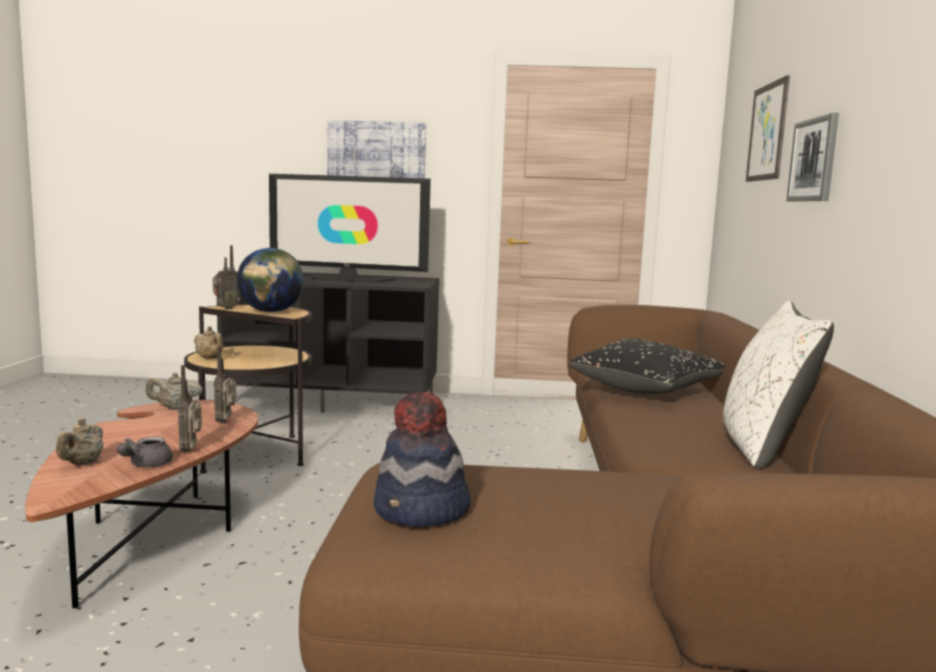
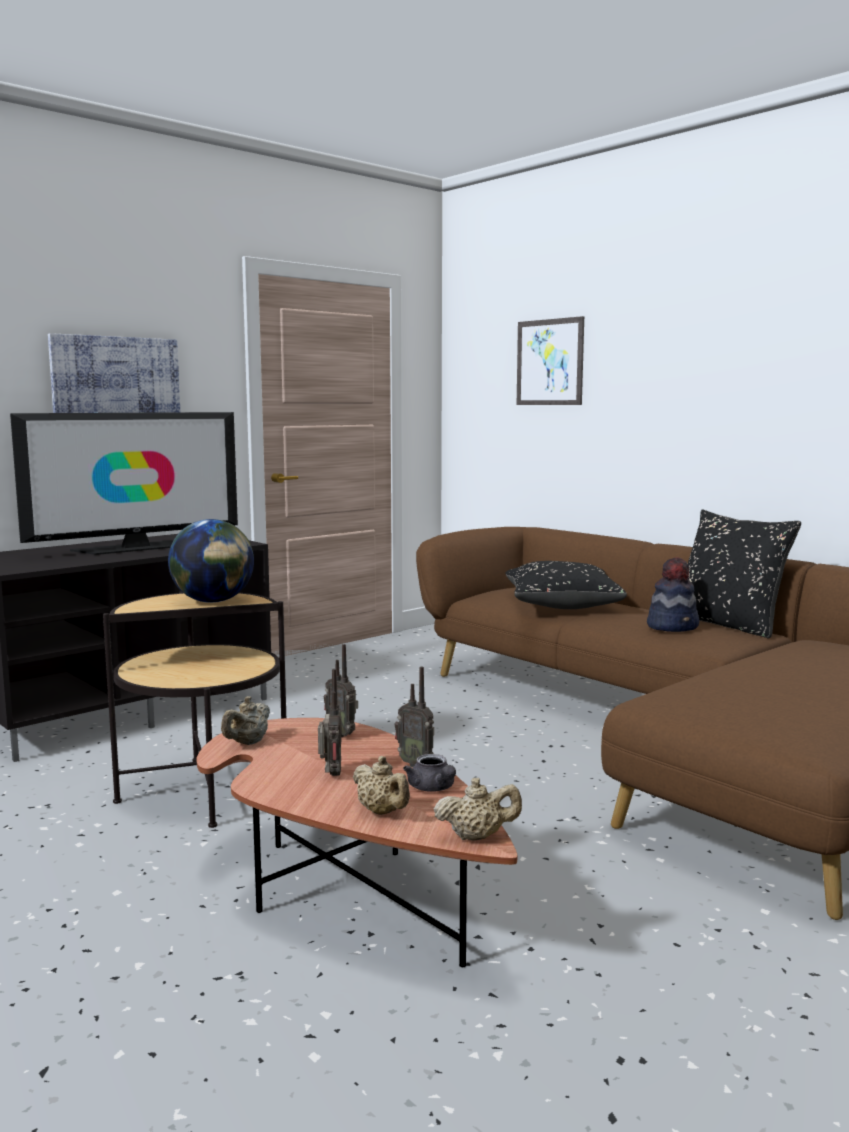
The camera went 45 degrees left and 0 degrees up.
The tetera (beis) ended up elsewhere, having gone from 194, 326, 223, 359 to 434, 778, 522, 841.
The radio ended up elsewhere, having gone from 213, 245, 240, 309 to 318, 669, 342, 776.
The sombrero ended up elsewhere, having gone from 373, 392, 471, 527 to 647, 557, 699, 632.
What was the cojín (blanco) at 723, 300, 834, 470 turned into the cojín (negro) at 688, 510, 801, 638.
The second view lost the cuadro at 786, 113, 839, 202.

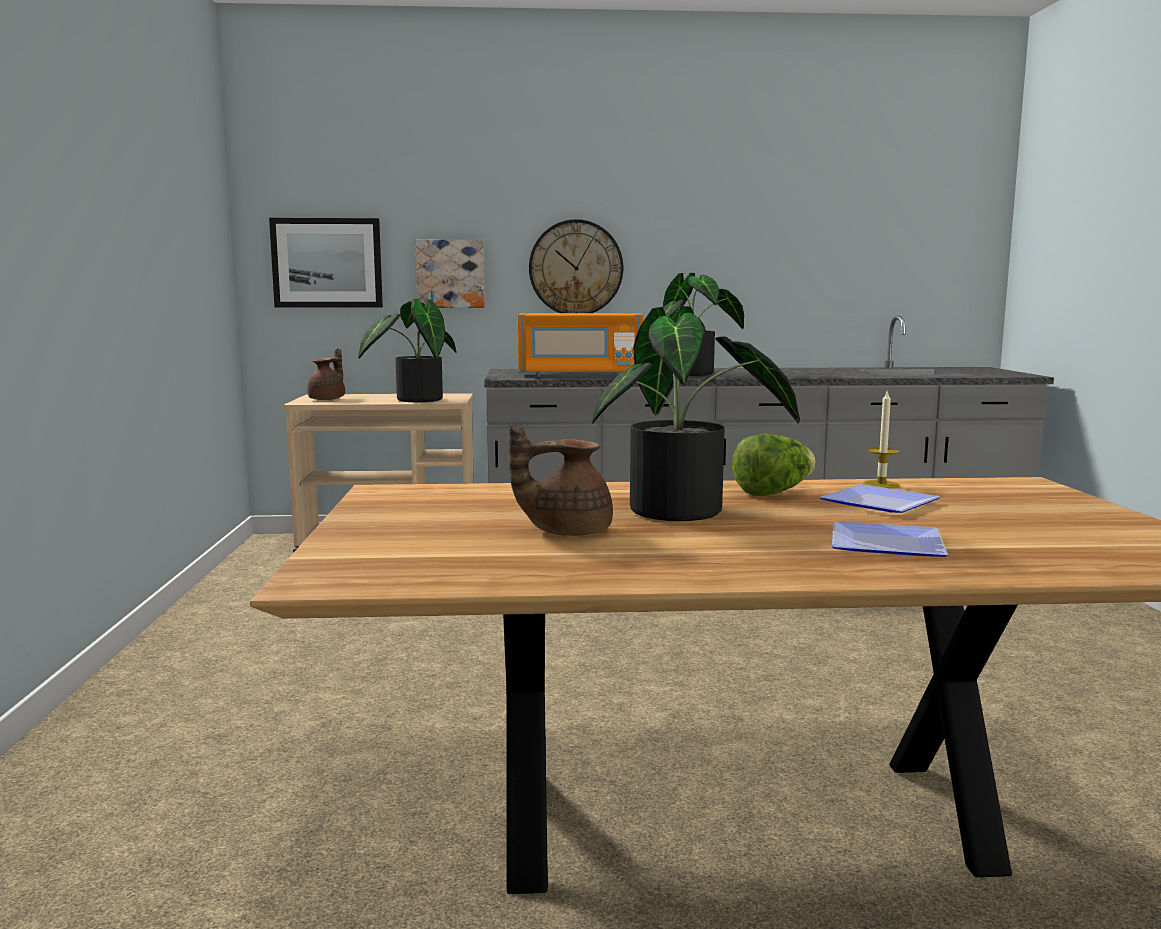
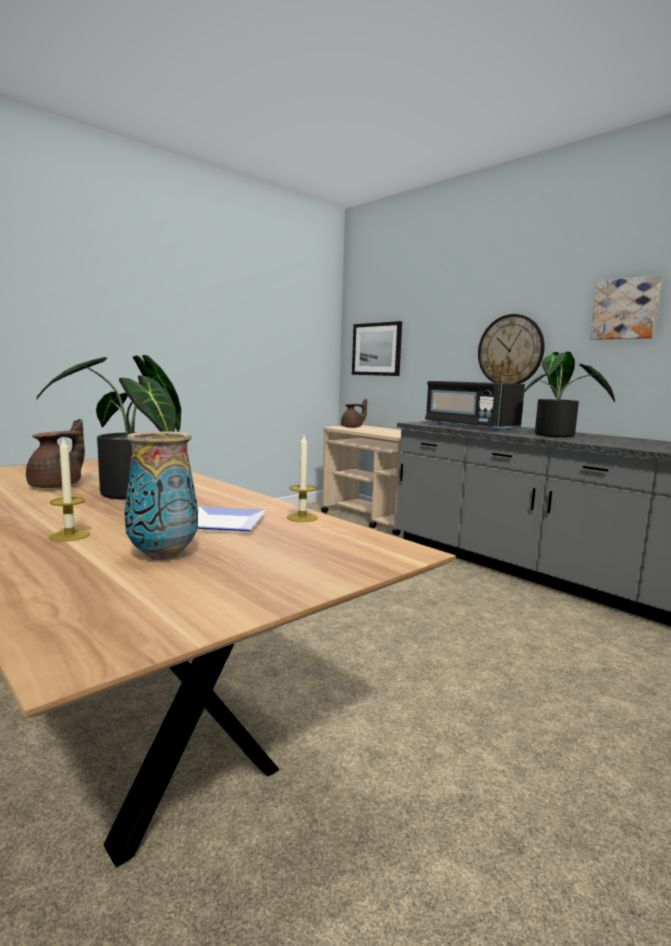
The camera went 50 degrees right and 0 degrees up.
The second view lost the planta en maceta at 358, 299, 457, 402.
The cuadro ended up elsewhere, having gone from 415, 240, 485, 308 to 590, 275, 662, 340.
The tetera (marrón) at 509, 424, 613, 536 ended up facing another way, 75 degrees clockwise from before.
What was the microondas (naranja) at 518, 313, 643, 377 turned into the microondas (negro) at 425, 381, 525, 431.
The second view lost the lechuga at 732, 434, 816, 496.
Where the plato stood at 832, 521, 948, 557, the vela came to stand at 49, 437, 90, 542.
The second view gained the florero at 124, 431, 198, 560.

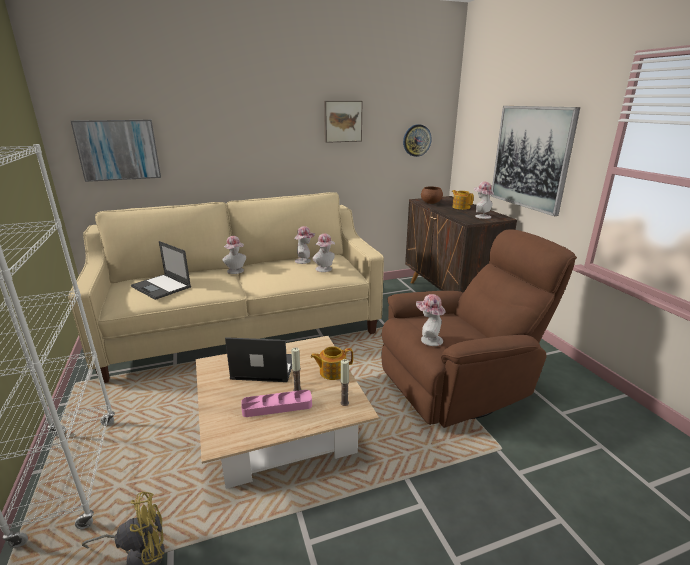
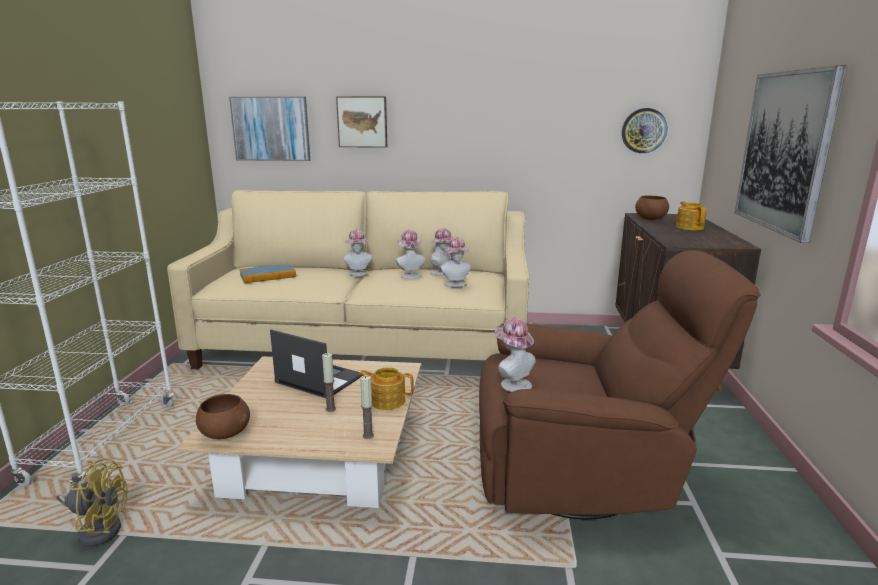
The camera went 25 degrees right and 5 degrees down.
Where the portátil stood at 131, 241, 191, 300, the libro came to stand at 240, 264, 296, 283.
The second view lost the bandeja (rosa) at 241, 390, 312, 417.
The cuadro ended up elsewhere, having gone from 324, 101, 362, 143 to 336, 96, 387, 148.
The sombrero ended up elsewhere, having gone from 474, 181, 494, 219 to 396, 229, 425, 279.
The second view gained the cuenco (marrón) at 196, 394, 250, 439.

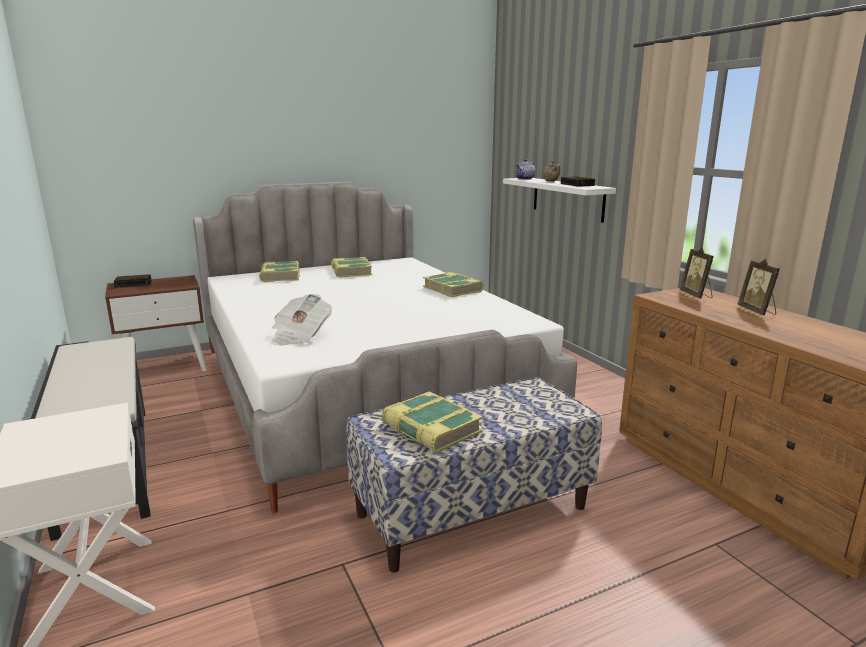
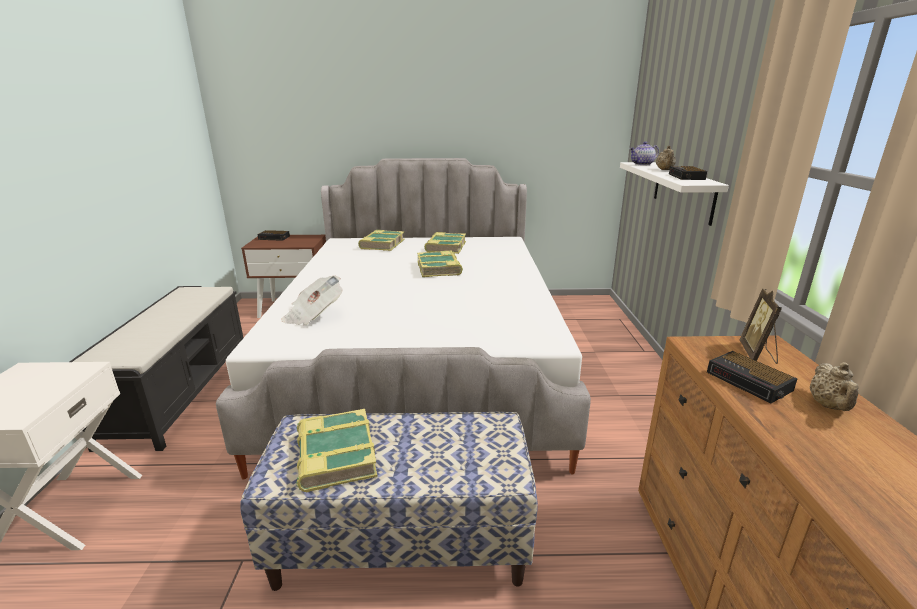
The camera went 25 degrees right and 5 degrees up.
The libro ended up elsewhere, having gone from 423, 272, 484, 297 to 417, 250, 463, 277.
Where the portarretratos stood at 737, 259, 780, 315, the tetera (beis) came to stand at 810, 362, 859, 411.
The second view gained the despertador at 707, 351, 797, 403.

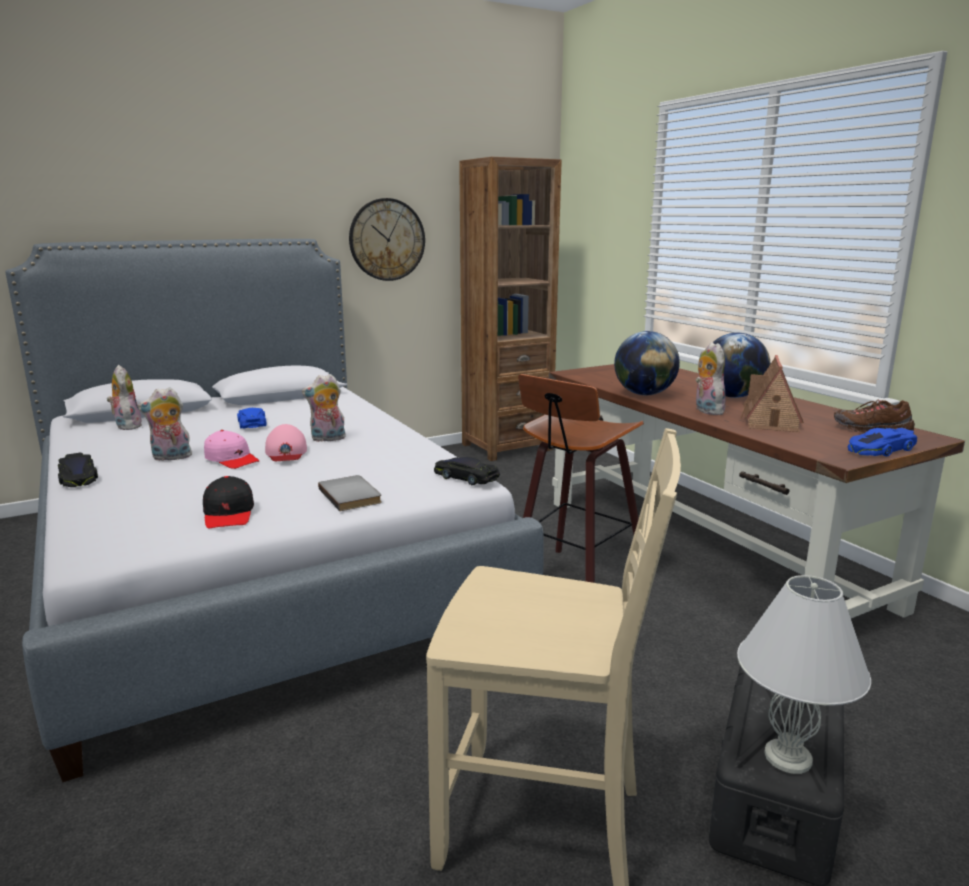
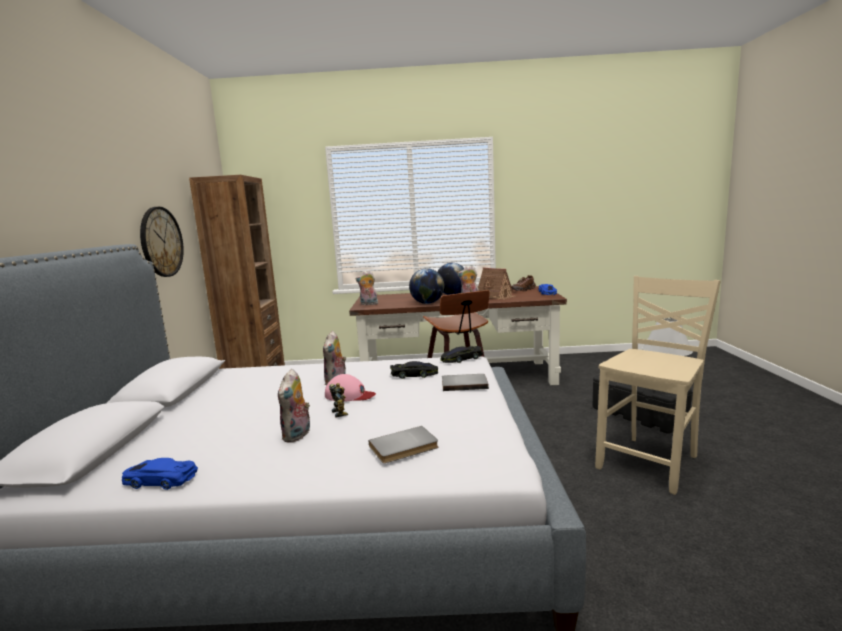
The camera went 60 degrees left and 5 degrees down.
The coche de juguete (negro) ended up elsewhere, having gone from 58, 453, 98, 487 to 390, 361, 438, 379.
The peluche ended up elsewhere, having gone from 107, 365, 143, 430 to 356, 270, 378, 305.
The second view lost the gorra (negro) at 203, 476, 254, 529.
Where the gorra (rosa) stood at 204, 430, 259, 469, the robot de juguete came to stand at 329, 383, 348, 418.
The coche de juguete (azul) ended up elsewhere, having gone from 237, 408, 267, 429 to 122, 458, 198, 490.
The second view gained the libro (gris) at 369, 426, 438, 463.

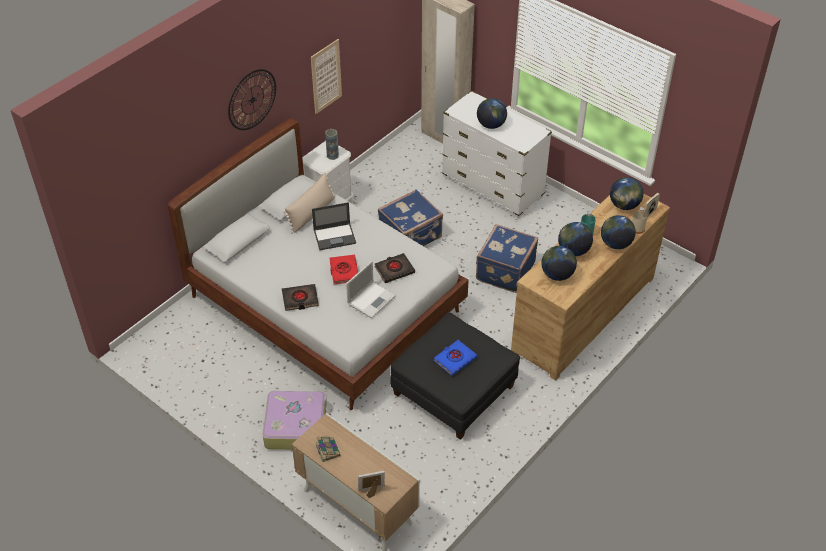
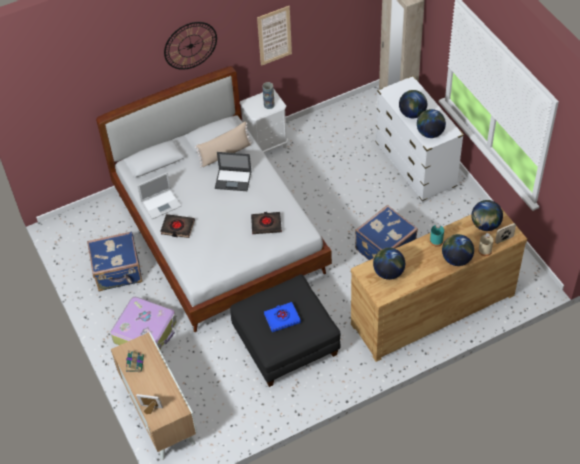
The camera went 25 degrees right and 5 degrees up.
The second view lost the libro (rojo) at 329, 255, 358, 284.
The portátil ended up elsewhere, having gone from 346, 261, 396, 319 to 137, 172, 182, 219.
The maleta (azul) ended up elsewhere, having gone from 378, 189, 443, 246 to 87, 231, 143, 291.
The globo terráqueo ended up elsewhere, having gone from 558, 222, 593, 256 to 417, 109, 446, 138.

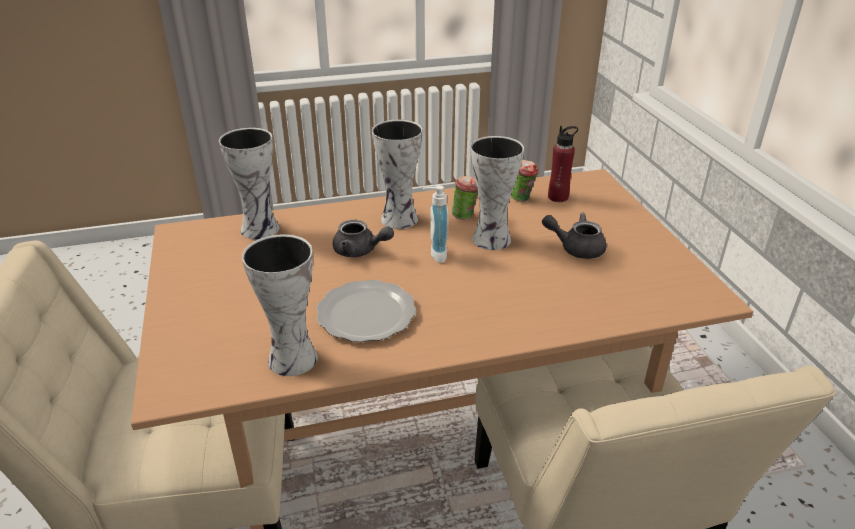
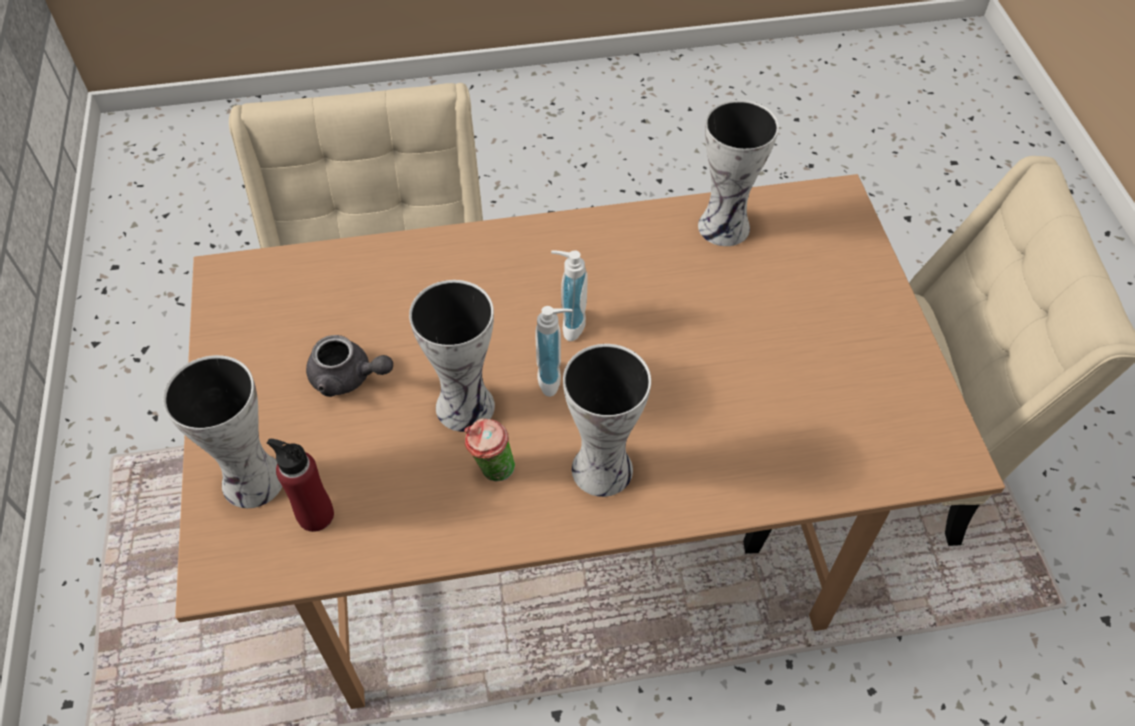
The camera went 175 degrees left and 20 degrees up.
The florero ended up elsewhere, having gone from 219, 128, 279, 239 to 163, 355, 282, 508.
The second view lost the plato at 316, 280, 416, 342.
The second view lost the tetera (gris) at 333, 220, 394, 257.
The second view lost the taza at 511, 160, 539, 201.
The second view gained the dispensador de jabón at 551, 250, 588, 341.

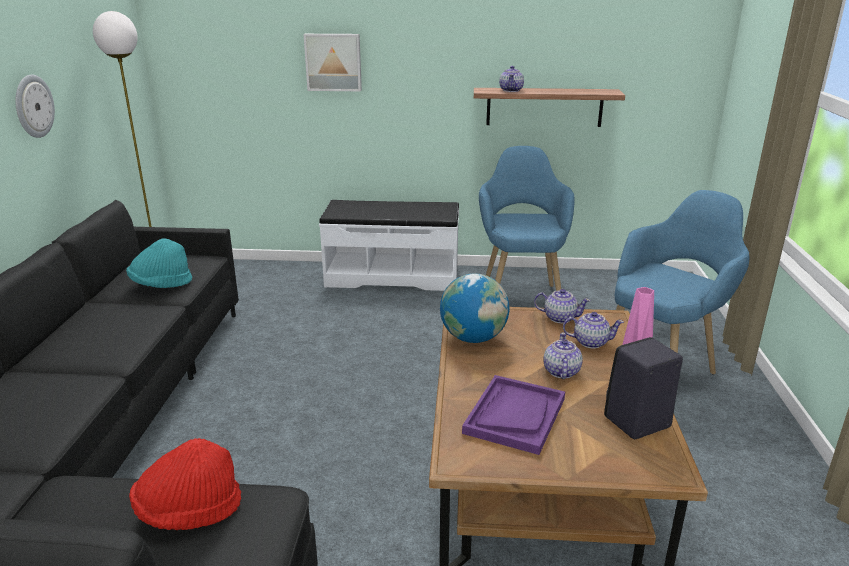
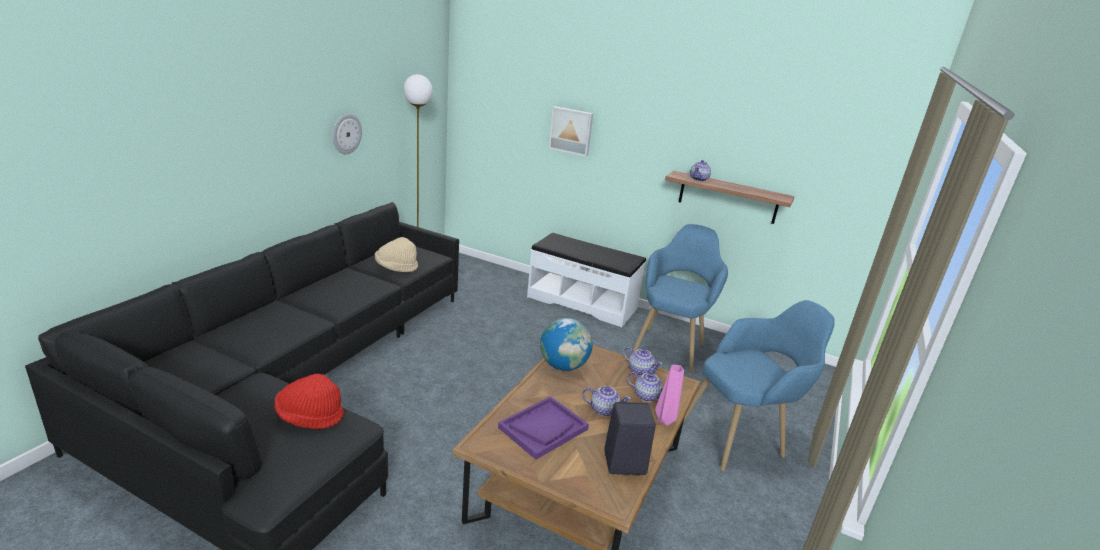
The camera went 20 degrees right and 0 degrees up.
What was the sombrero (turquesa) at 126, 238, 192, 288 turned into the sombrero (beis) at 375, 237, 418, 272.
The tetera at 543, 333, 583, 379 ended up facing another way, 75 degrees clockwise from before.

